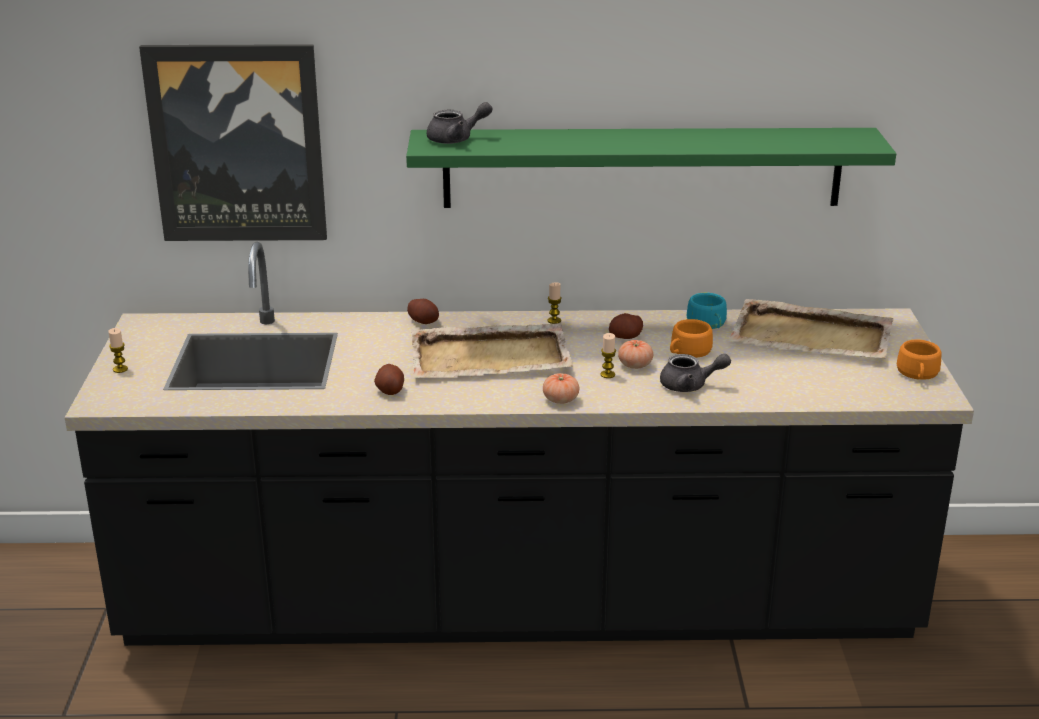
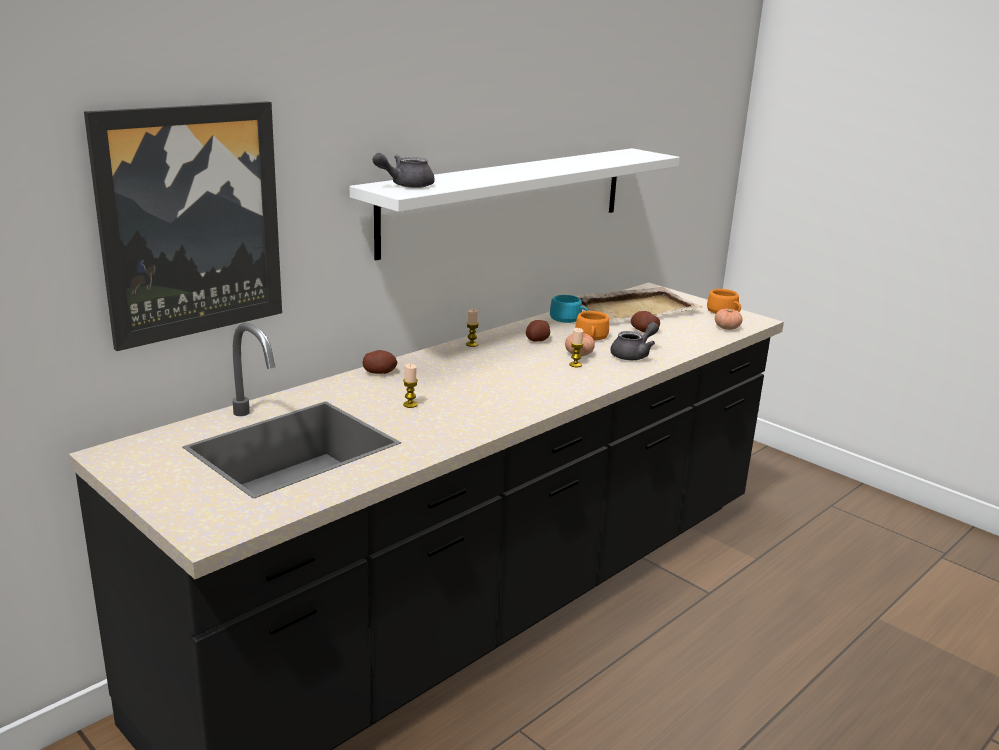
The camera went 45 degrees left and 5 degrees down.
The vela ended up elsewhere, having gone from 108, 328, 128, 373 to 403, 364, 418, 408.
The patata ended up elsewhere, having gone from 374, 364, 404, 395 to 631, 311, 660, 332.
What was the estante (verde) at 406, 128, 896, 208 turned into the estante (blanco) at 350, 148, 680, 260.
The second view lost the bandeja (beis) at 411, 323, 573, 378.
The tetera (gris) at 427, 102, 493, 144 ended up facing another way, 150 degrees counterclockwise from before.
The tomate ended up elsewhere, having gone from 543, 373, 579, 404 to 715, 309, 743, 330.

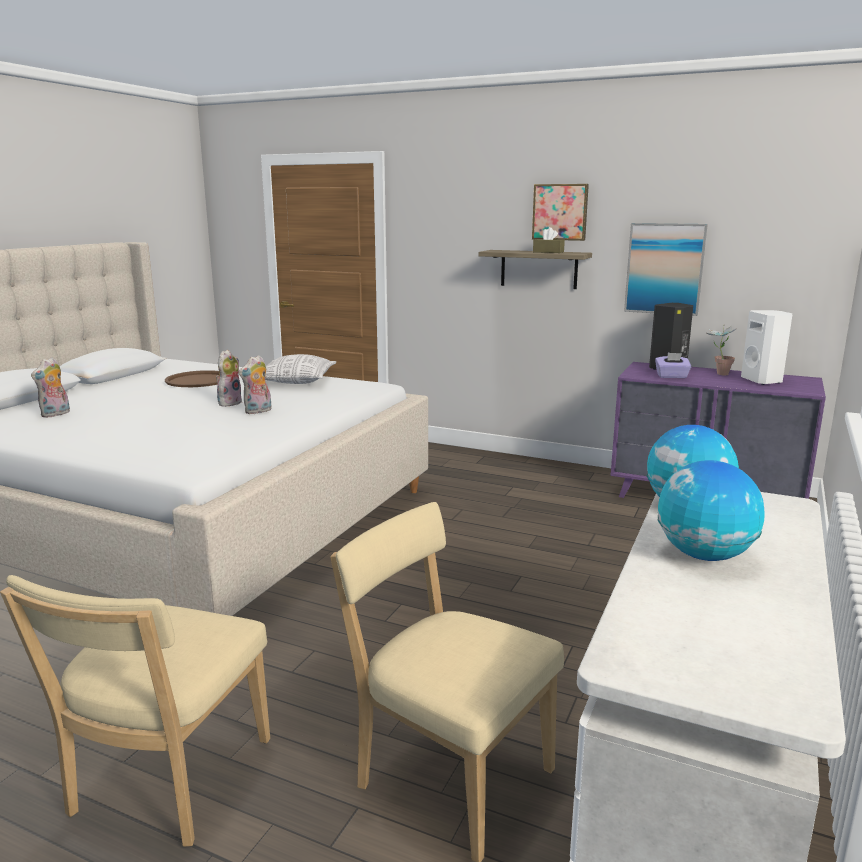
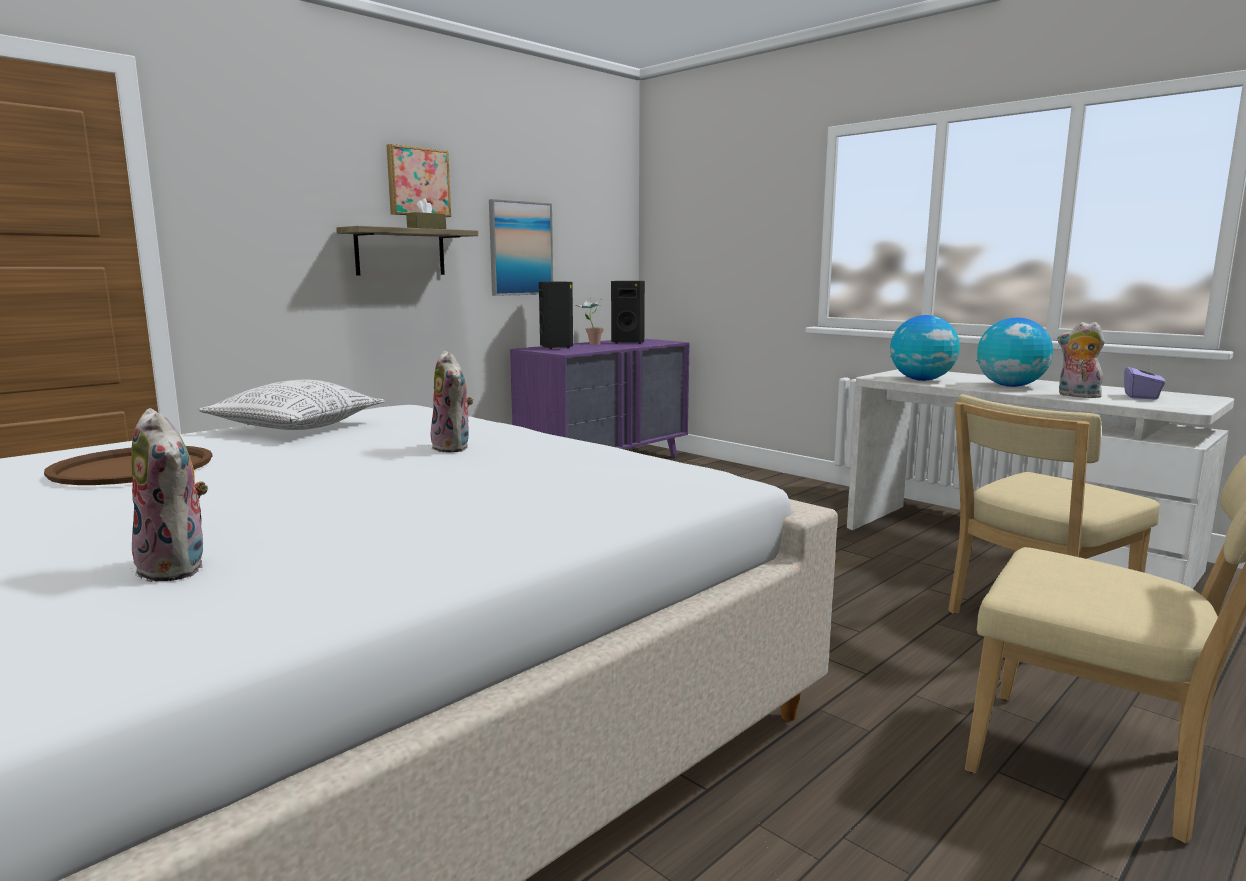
The camera went 70 degrees left and 5 degrees down.
The peluche ended up elsewhere, having gone from 216, 350, 242, 407 to 1058, 322, 1105, 398.
The caja de pañuelos (morado) ended up elsewhere, having gone from 655, 353, 691, 378 to 1124, 360, 1165, 400.
What was the altavoz (blanco) at 741, 310, 792, 385 turned into the altavoz (negro) at 611, 281, 645, 344.

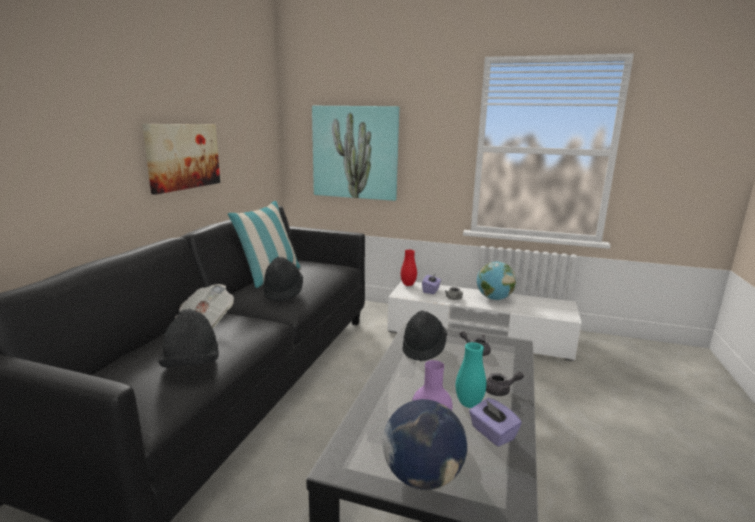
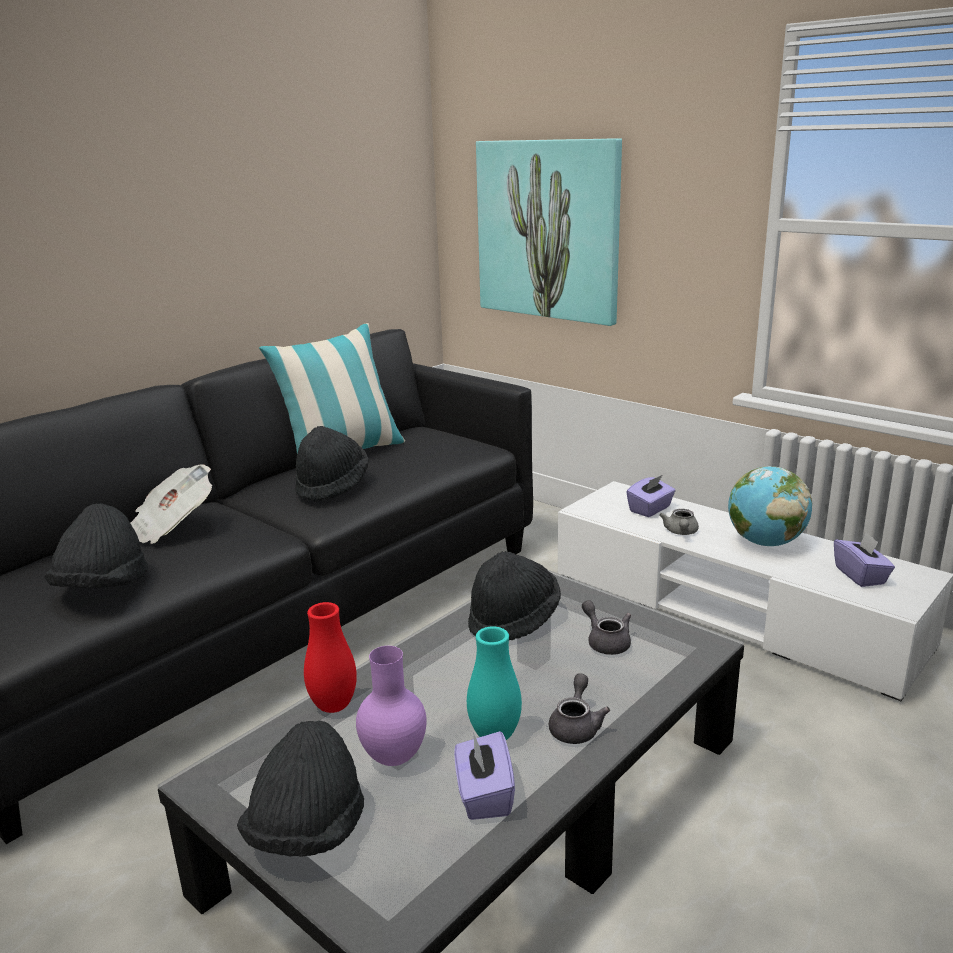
The camera went 25 degrees right and 5 degrees up.
The second view lost the cuadro at 142, 124, 220, 195.
Where the globo terráqueo stood at 383, 399, 467, 490, the sombrero (negro) came to stand at 237, 721, 364, 857.
The florero (rojo) ended up elsewhere, having gone from 401, 250, 417, 286 to 304, 602, 357, 713.
The tetera (gris) at 486, 371, 524, 396 ended up facing another way, 90 degrees counterclockwise from before.
The second view gained the caja de pañuelos (morado) at 834, 533, 895, 587.

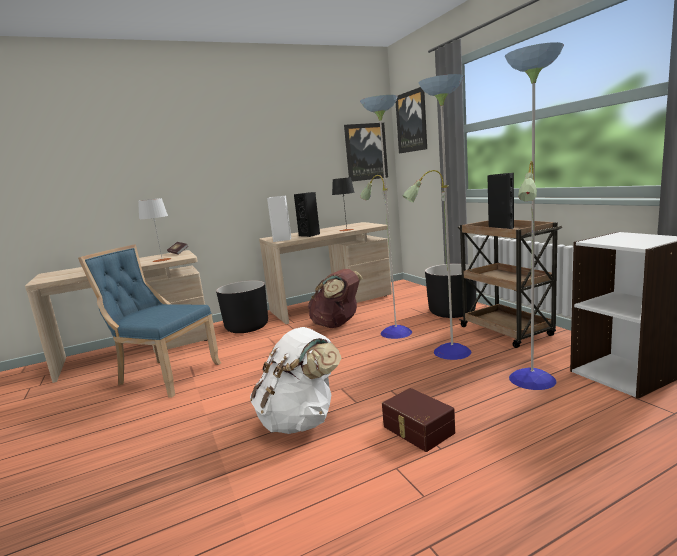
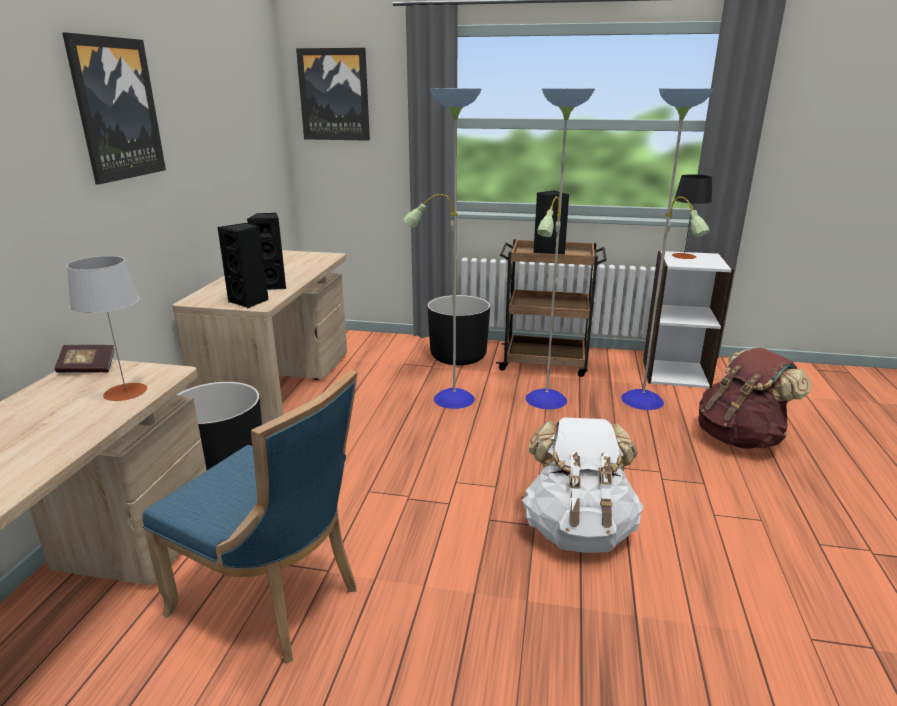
The camera went 55 degrees left and 10 degrees up.
The silla (azul) at 78, 244, 221, 398 ended up facing another way, 120 degrees counterclockwise from before.
What was the altavoz (blanco) at 267, 196, 291, 242 turned into the altavoz (negro) at 218, 223, 269, 309.
The mochila (marrón) ended up elsewhere, having gone from 307, 269, 363, 328 to 698, 347, 811, 449.
The lámpara de mesa (negro) ended up elsewhere, having gone from 332, 177, 355, 231 to 672, 174, 712, 259.
The cuadro ended up elsewhere, having gone from 344, 123, 388, 182 to 62, 32, 166, 184.
The second view lost the caja de almacenaje (marrón) at 382, 388, 455, 452.

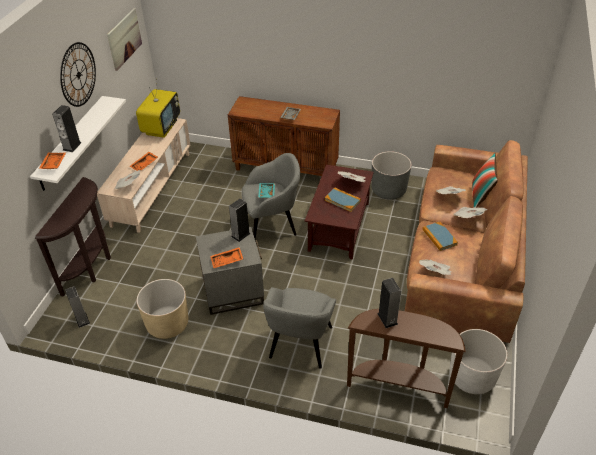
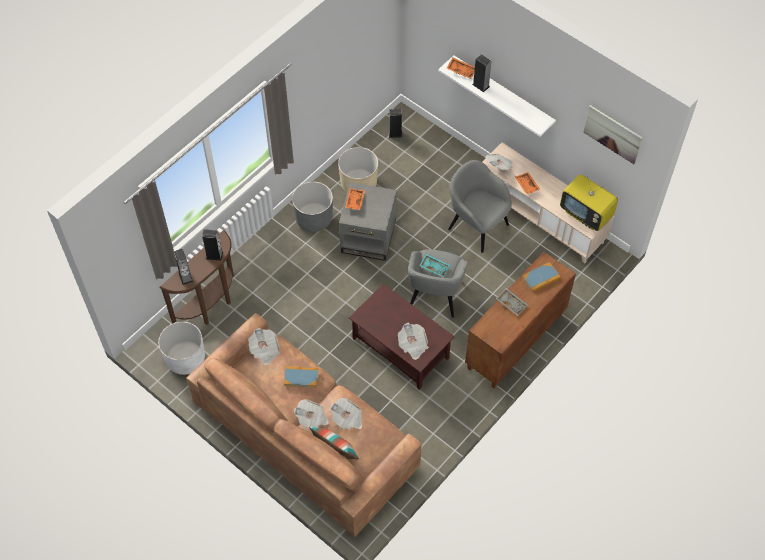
The camera went 115 degrees right and 15 degrees up.
The second view lost the mesa consola (marrón) at 35, 177, 111, 297.
The second view lost the reloj de pared at 60, 42, 96, 107.
The altavoz ended up elsewhere, having gone from 229, 198, 251, 242 to 174, 249, 193, 285.
The sillón (gris) ended up elsewhere, having gone from 263, 287, 336, 369 to 448, 160, 512, 253.
The libro ended up elsewhere, having gone from 325, 188, 361, 212 to 522, 262, 560, 292.
The maceta (gris) ended up elsewhere, having gone from 372, 151, 411, 200 to 292, 181, 333, 232.

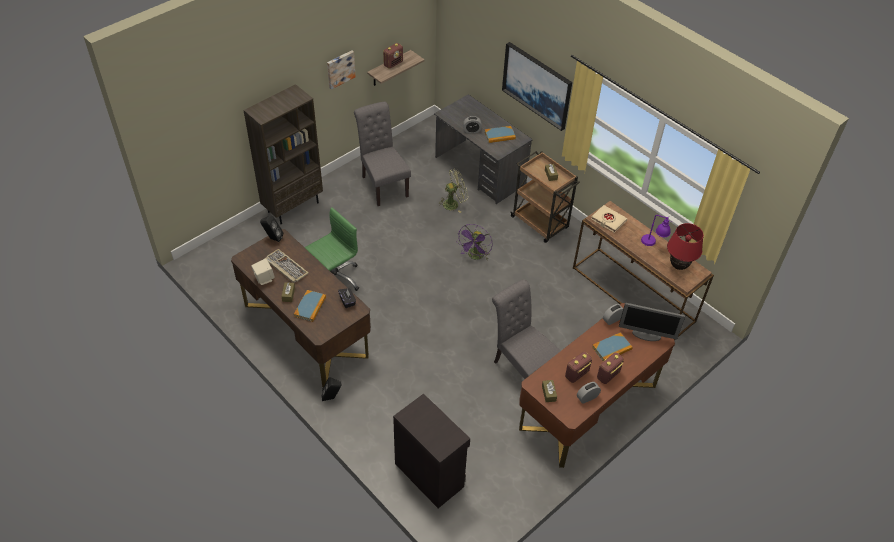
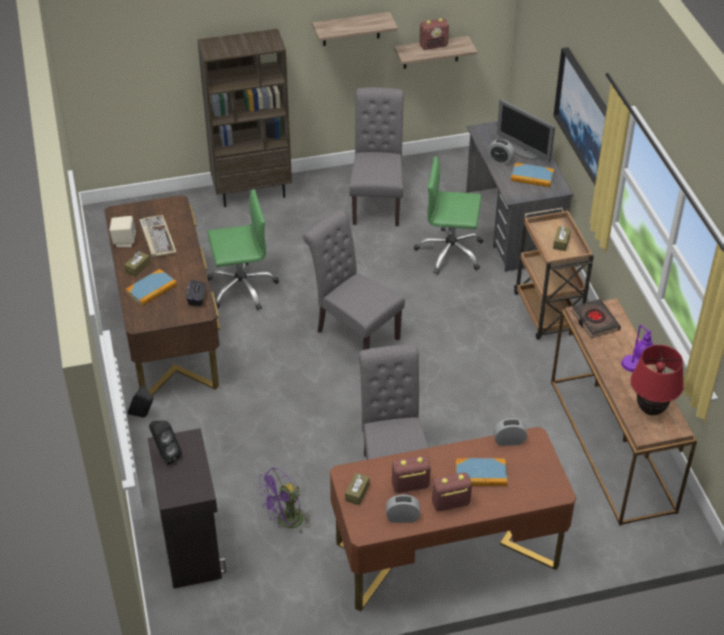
The camera went 30 degrees right and 5 degrees down.
The altavoz (negro) ended up elsewhere, having gone from 260, 215, 283, 242 to 149, 420, 182, 465.
Where the cuadro hung at 327, 50, 356, 90, the estante came to hang at 312, 12, 398, 46.
Where the ventilador (verde) stood at 438, 168, 468, 213, the silla de oficina (verde) came to stand at 414, 156, 484, 274.
The ventilador (morado) ended up elsewhere, having gone from 458, 224, 493, 260 to 257, 467, 313, 535.
What was the libro (beis) at 591, 205, 627, 233 turned into the libro (negro) at 572, 299, 621, 338.
The monitor ended up elsewhere, having gone from 619, 303, 685, 341 to 497, 99, 555, 162.
The second view gained the silla (gris) at 303, 210, 405, 350.

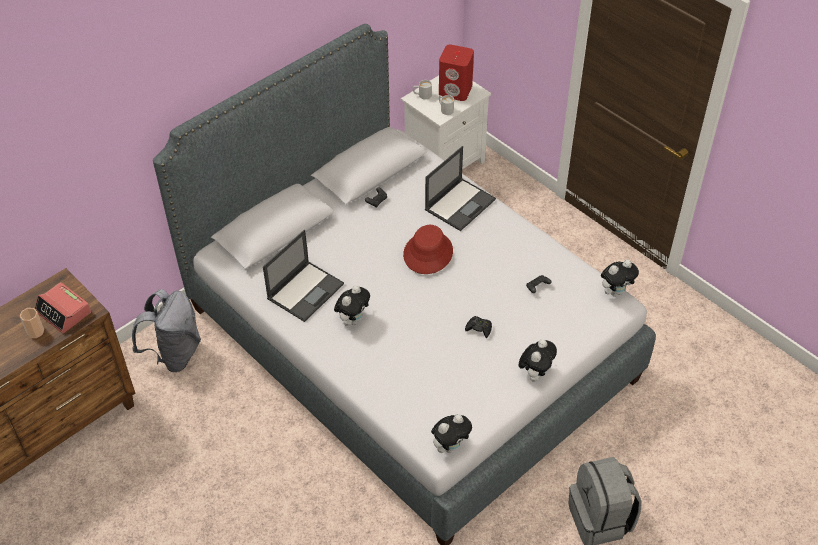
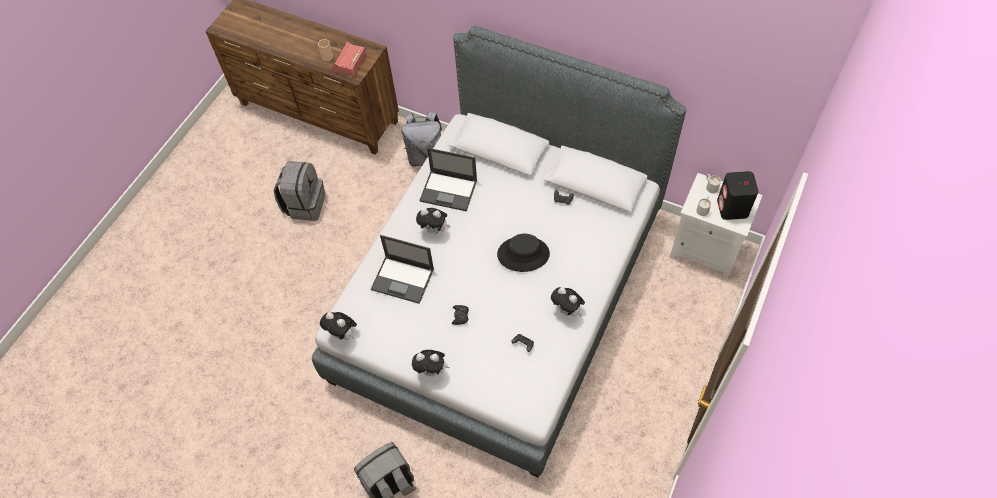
The camera went 70 degrees right and 10 degrees up.
What was the sombrero (rojo) at 403, 225, 453, 274 turned into the sombrero (negro) at 497, 234, 550, 272.
The portátil ended up elsewhere, having gone from 425, 146, 496, 231 to 371, 235, 434, 304.
What was the altavoz (rojo) at 439, 45, 474, 101 turned into the altavoz (negro) at 717, 171, 759, 220.
The peluche ended up elsewhere, having gone from 601, 260, 639, 297 to 551, 287, 585, 317.
The second view gained the mochila (gris) at 273, 161, 326, 221.

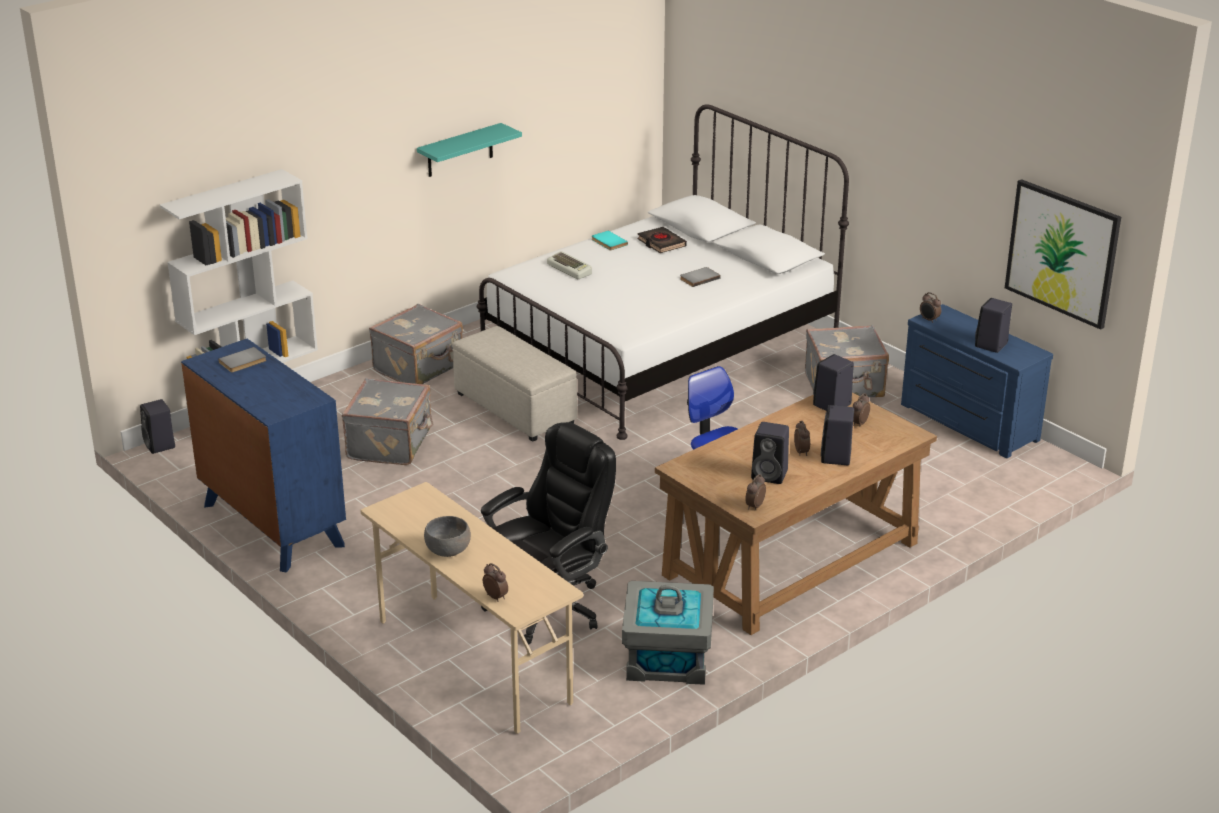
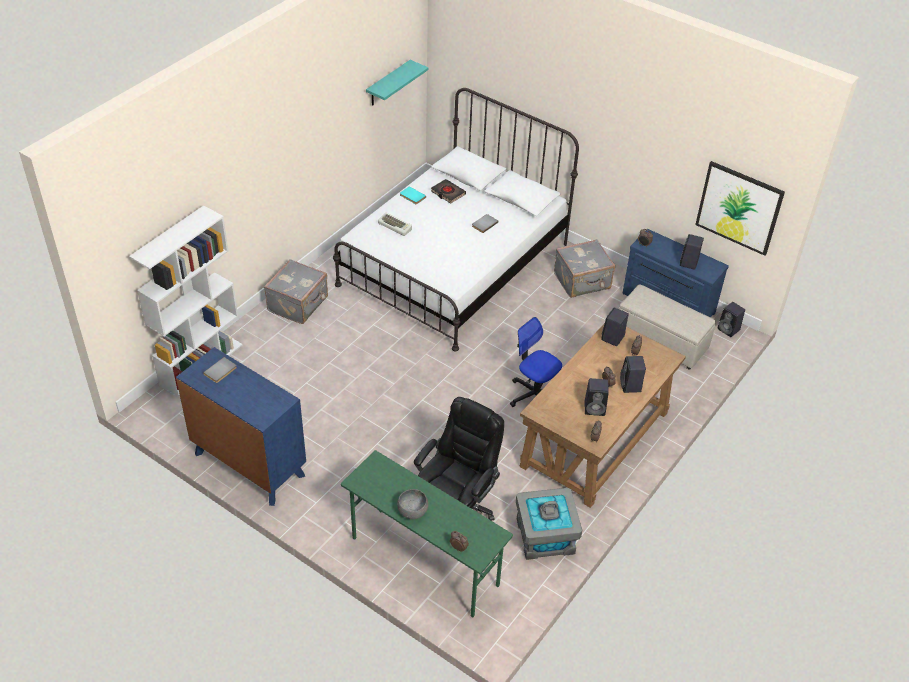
The camera went 15 degrees left and 15 degrees up.
The altavoz (negro) ended up elsewhere, having gone from 140, 399, 175, 454 to 717, 302, 745, 337.
The second view lost the maleta (gris) at 342, 378, 433, 465.
What was the escritorio (beis) at 360, 482, 583, 734 turned into the escritorio (verde) at 341, 450, 513, 617.
The estante (turquesa) ended up elsewhere, having gone from 417, 123, 522, 177 to 366, 60, 428, 106.
The puf (beis) ended up elsewhere, having gone from 452, 326, 577, 442 to 619, 285, 716, 370.

